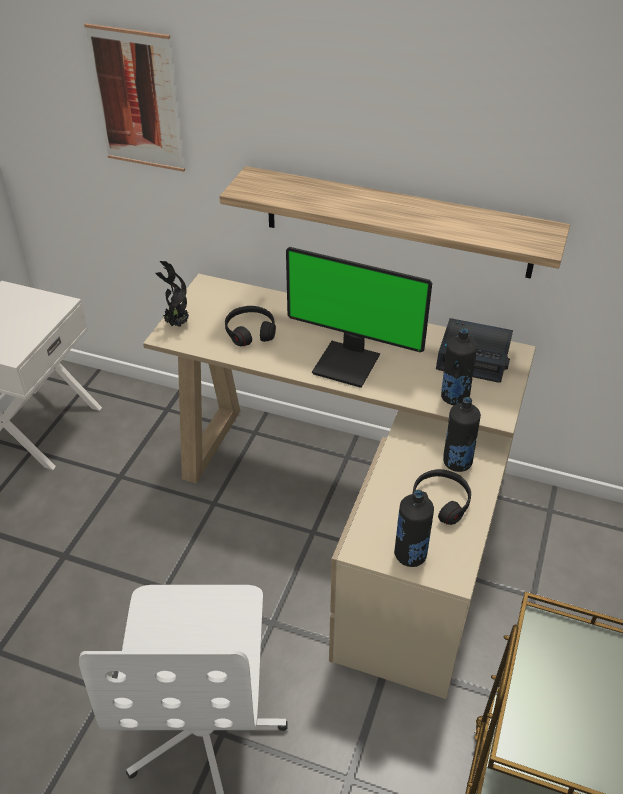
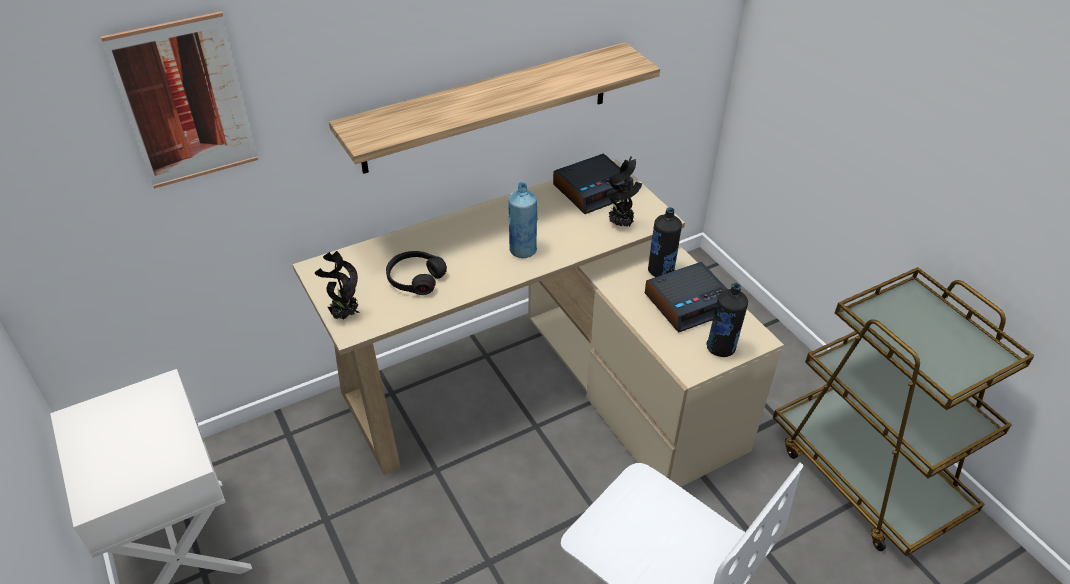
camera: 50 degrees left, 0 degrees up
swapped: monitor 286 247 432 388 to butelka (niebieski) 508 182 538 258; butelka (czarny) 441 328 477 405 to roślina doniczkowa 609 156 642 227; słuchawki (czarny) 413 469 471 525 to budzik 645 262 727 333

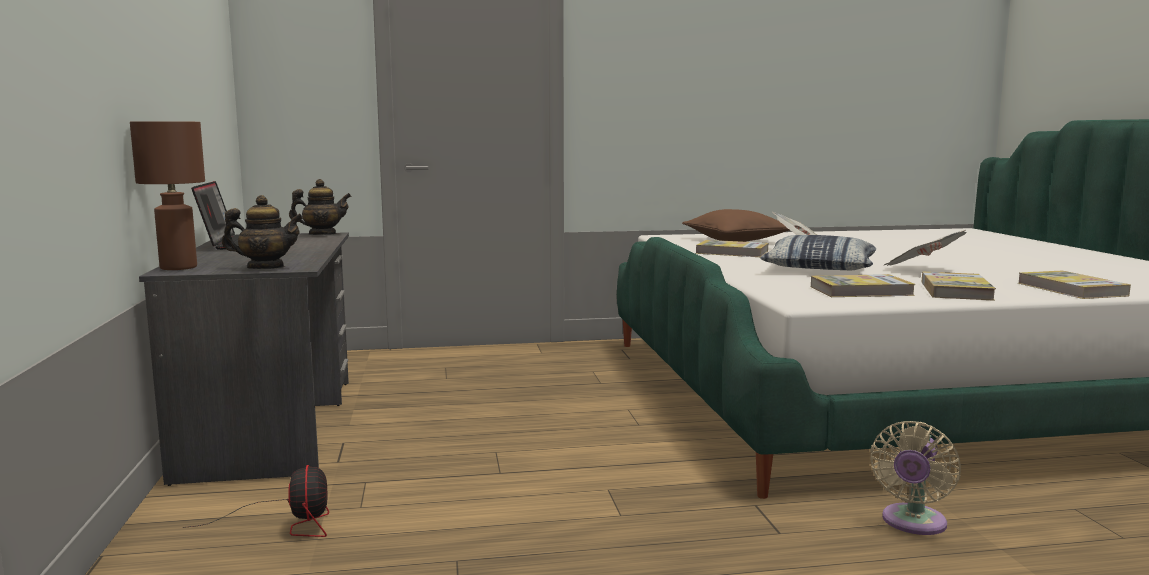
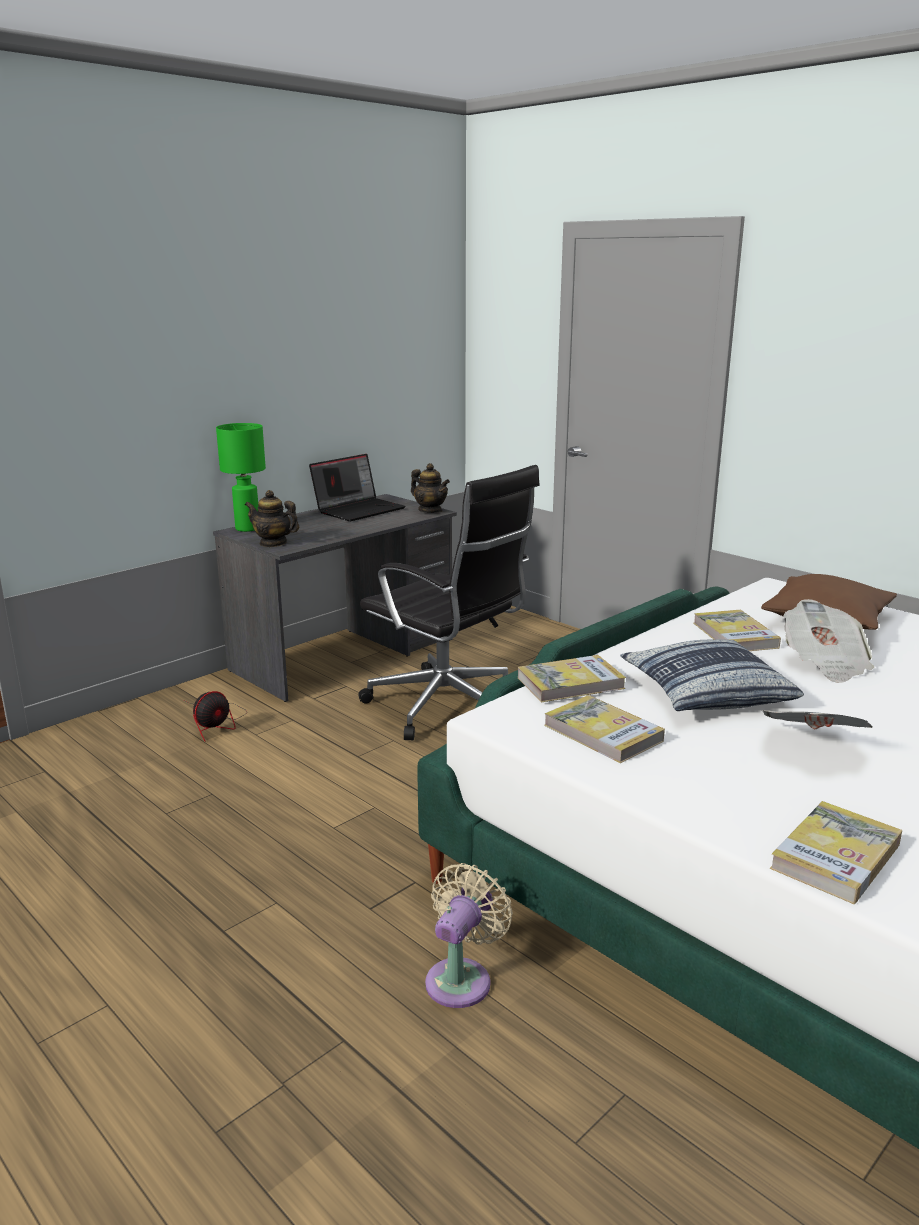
camera: 55 degrees right, 10 degrees up
new: krzesło biurowe (czarny) 359 465 540 740
shifted: książka 921 272 996 301 to 518 655 626 702
repainted: lampa stołowa (brązowy) 130 121 205 270 to lampa stołowa (zielony) 216 423 266 532
rotated: imbryk 222 195 303 269 = 245 490 299 547 150 degrees clockwise; wentylator (beżowy) 870 421 961 535 = 425 863 513 1008 120 degrees clockwise

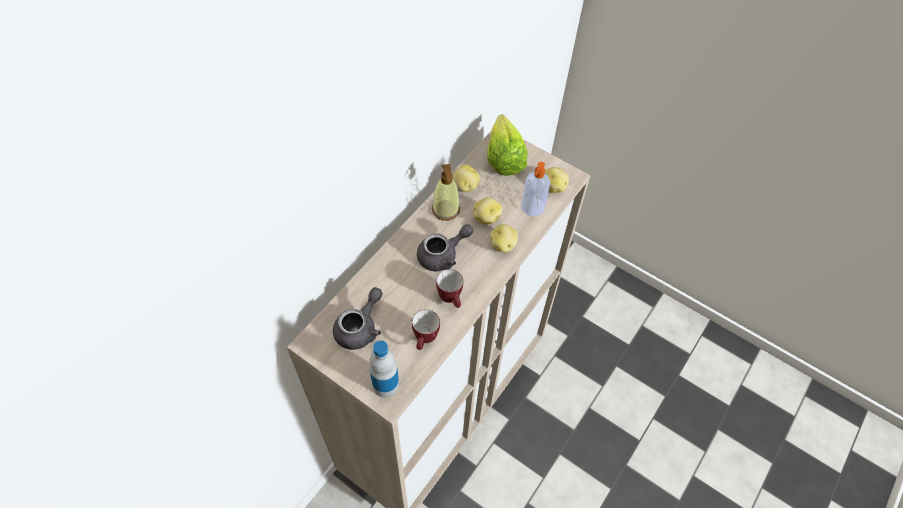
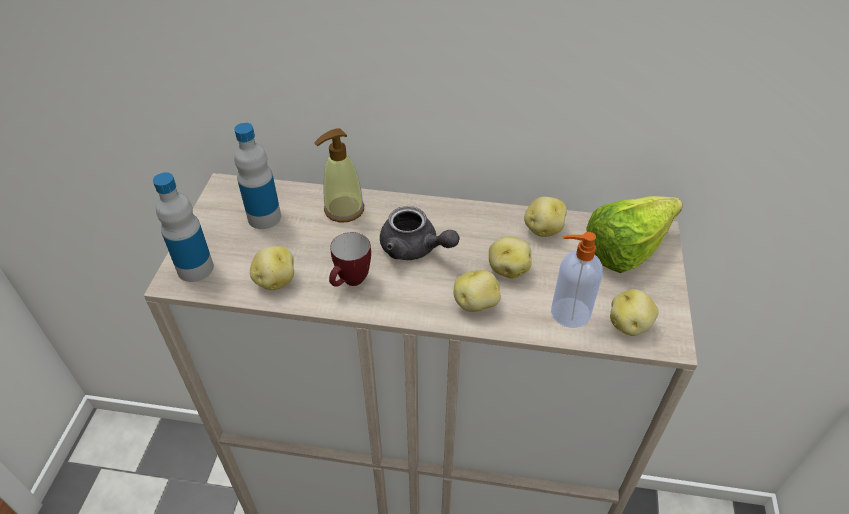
camera: 65 degrees right, 10 degrees down
shifted: dozownik mydła 432 164 460 221 to 314 128 364 222
swapped: imbryk (szary) 333 287 383 350 to butelka 234 123 281 229; kubek 412 309 440 350 to ziemniak 250 246 294 290

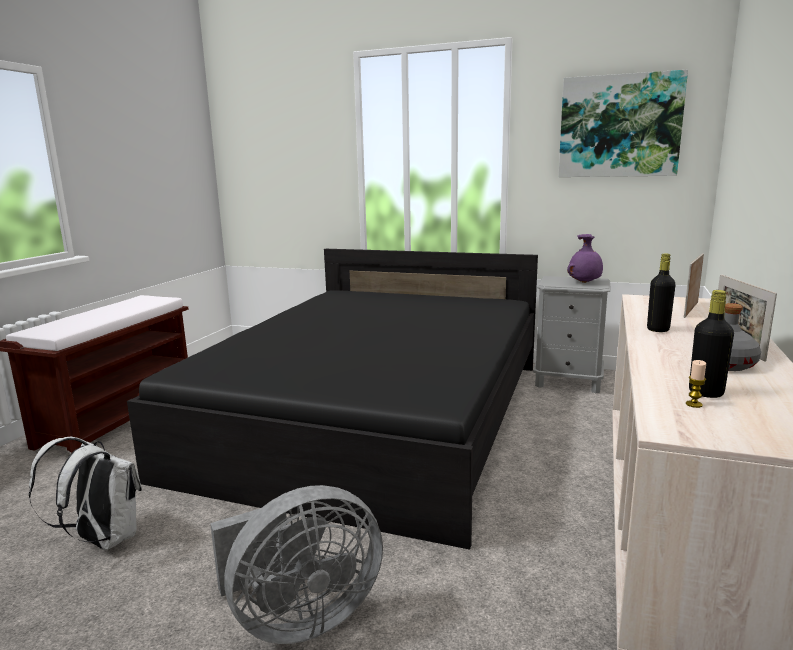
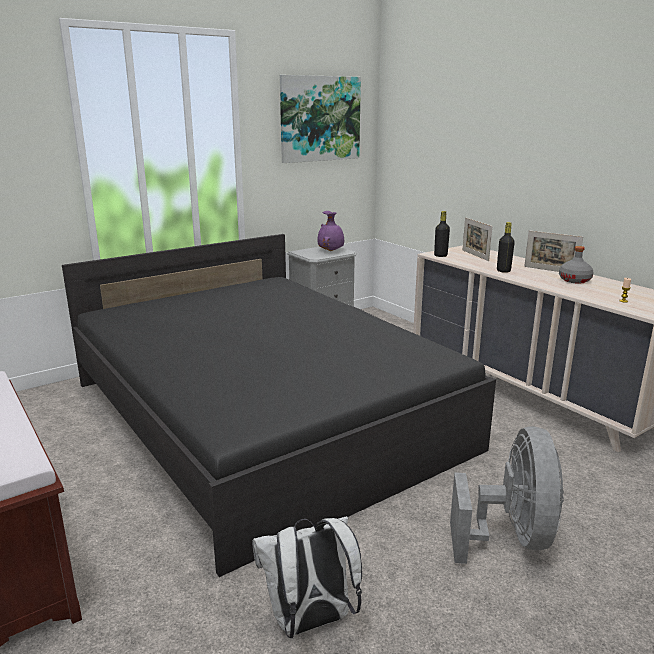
camera: 55 degrees left, 5 degrees up
shifted: butelka (czarny) 689 290 734 398 to 434 211 450 257

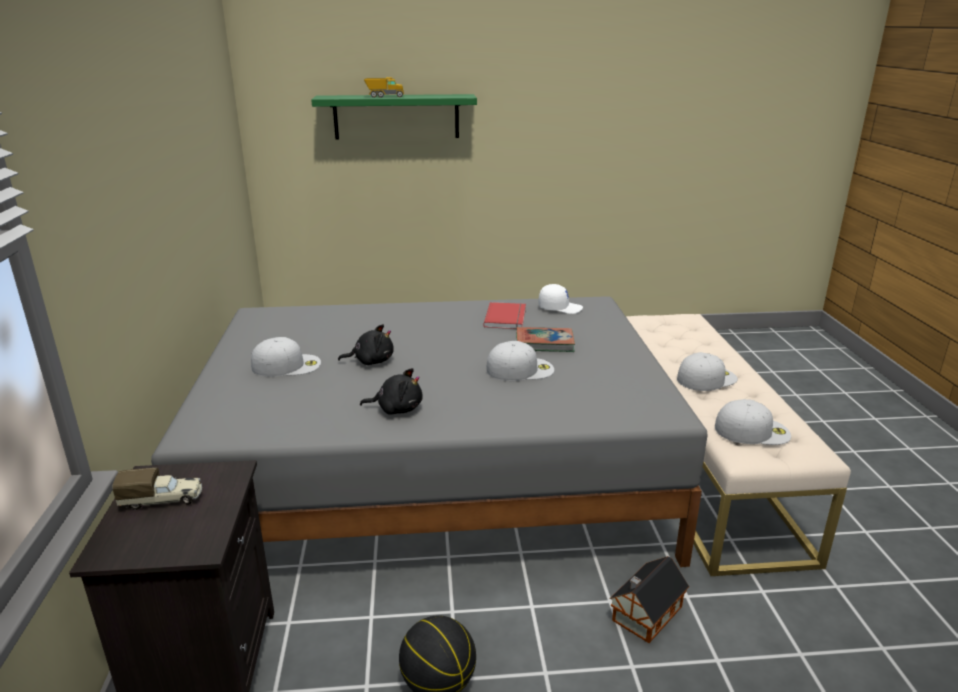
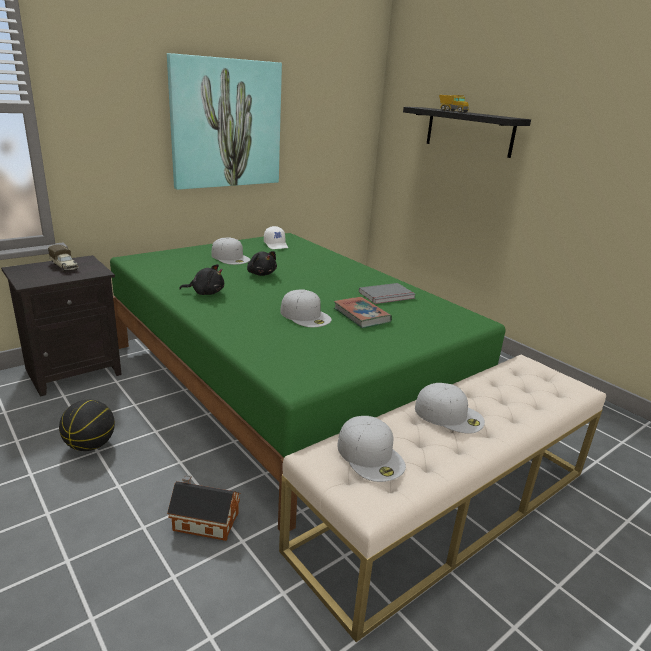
camera: 55 degrees right, 0 degrees up
new: obraz 167 53 282 190
shifted: czapka z daszkiem (biały) 539 284 583 314 to 264 226 288 249
repainted: półka (zielony) 311 94 477 140 to półka (czarny) 403 107 531 158; łóżko (szary) 151 296 707 567 to łóżko (zielony) 110 233 505 531; książka (czerwony) 484 302 526 329 to książka (szary) 359 283 416 304
rotated: pluszak (czarny) 360 368 423 415 = 179 264 224 295 60 degrees counterclockwise

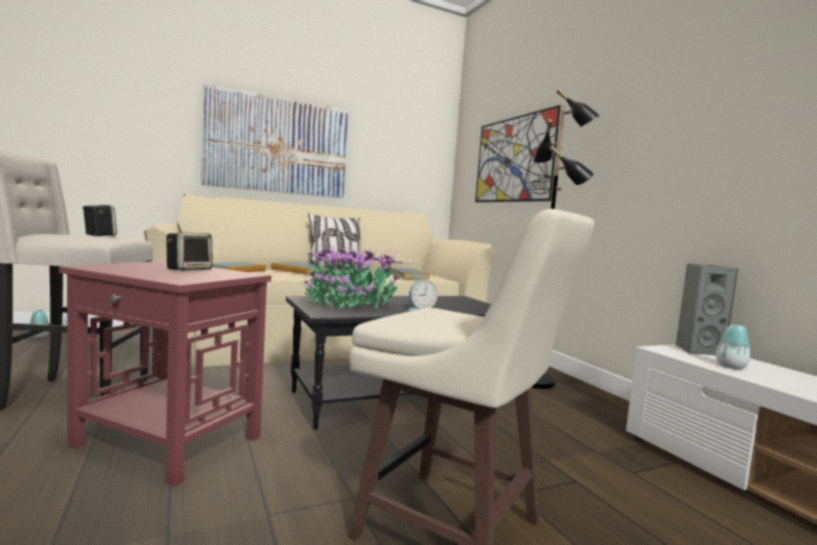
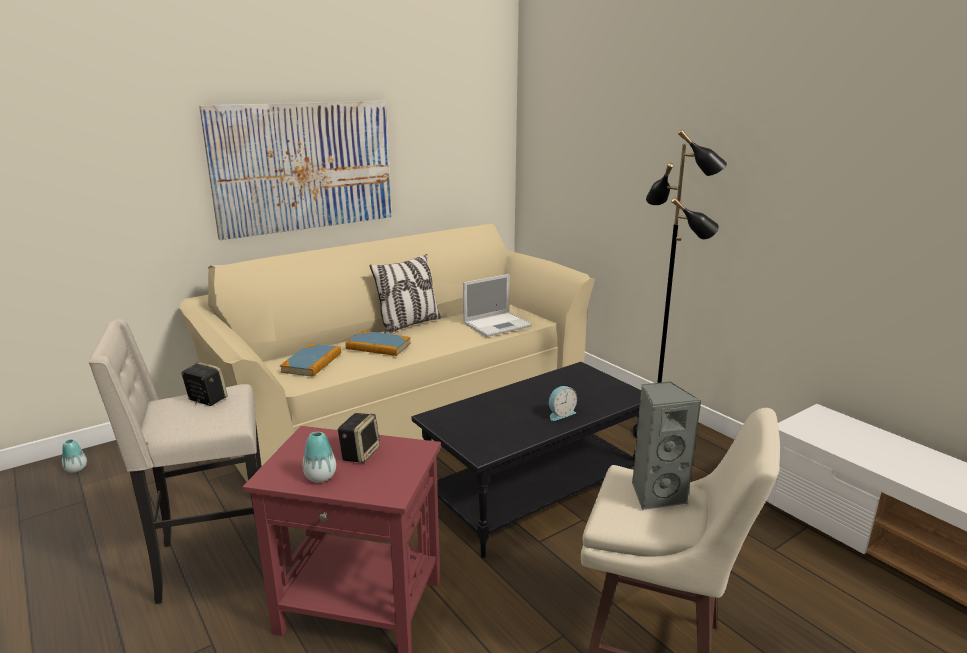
camera: 10 degrees left, 15 degrees up
gone: obraz 475 105 561 202; roślina doniczkowa 304 243 403 310
shifted: głośnik (szary) 676 263 738 355 to 632 381 701 510; wazon 716 324 750 369 to 303 432 336 482
swapped: książka 391 268 430 280 to laptop 463 274 532 337

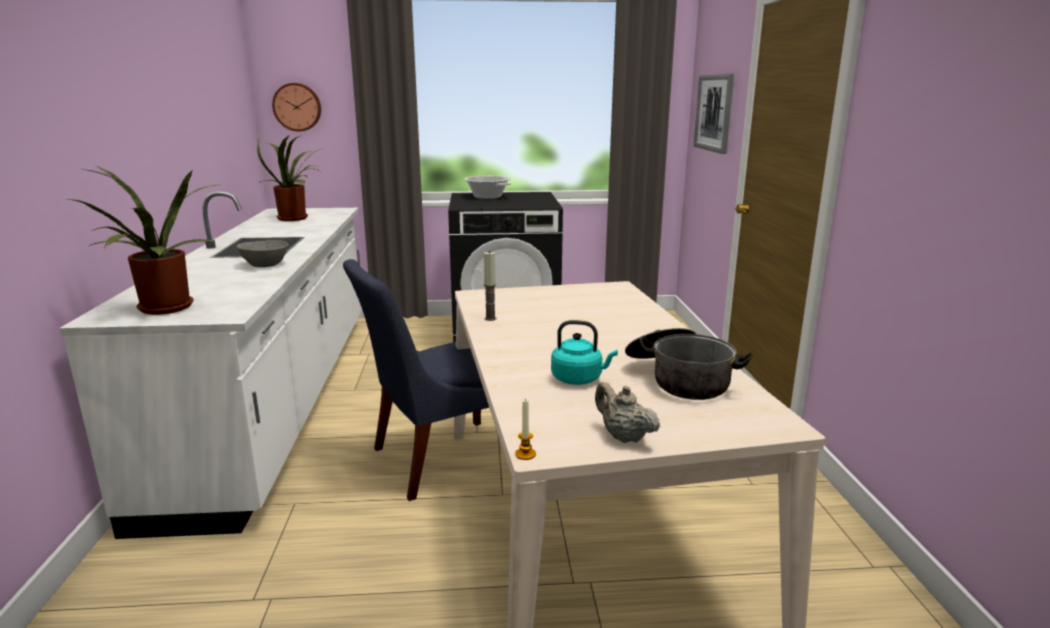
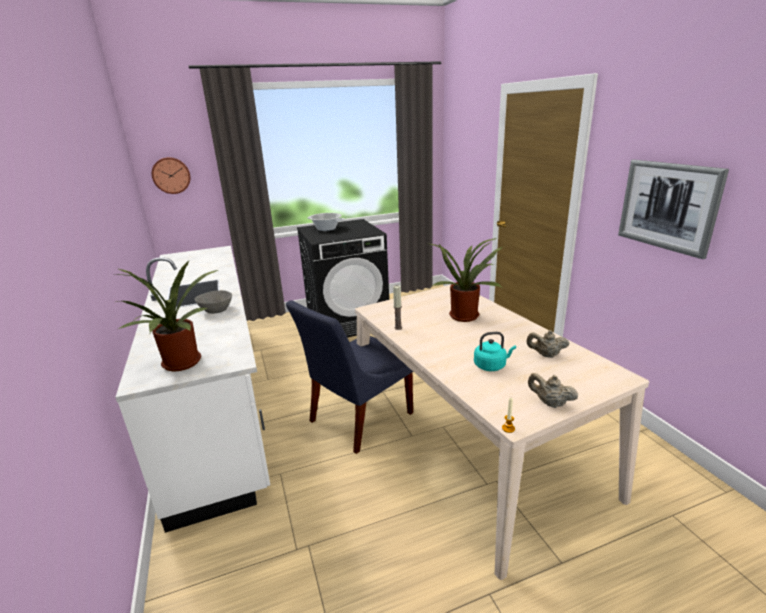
camera: 15 degrees left, 5 degrees up
shifted: obraz 694 74 734 154 to 618 160 729 259; roślina doniczkowa 257 136 323 221 to 430 238 503 322
swapped: garnek 625 328 753 400 to imbryk (beżowy) 527 330 569 358

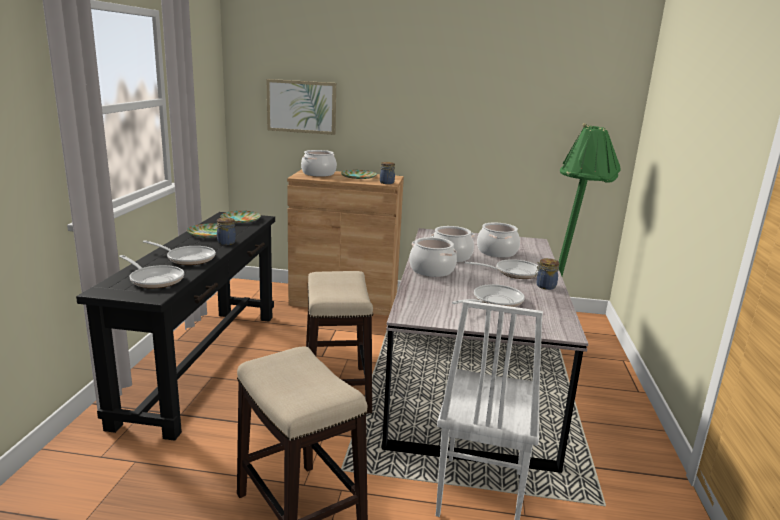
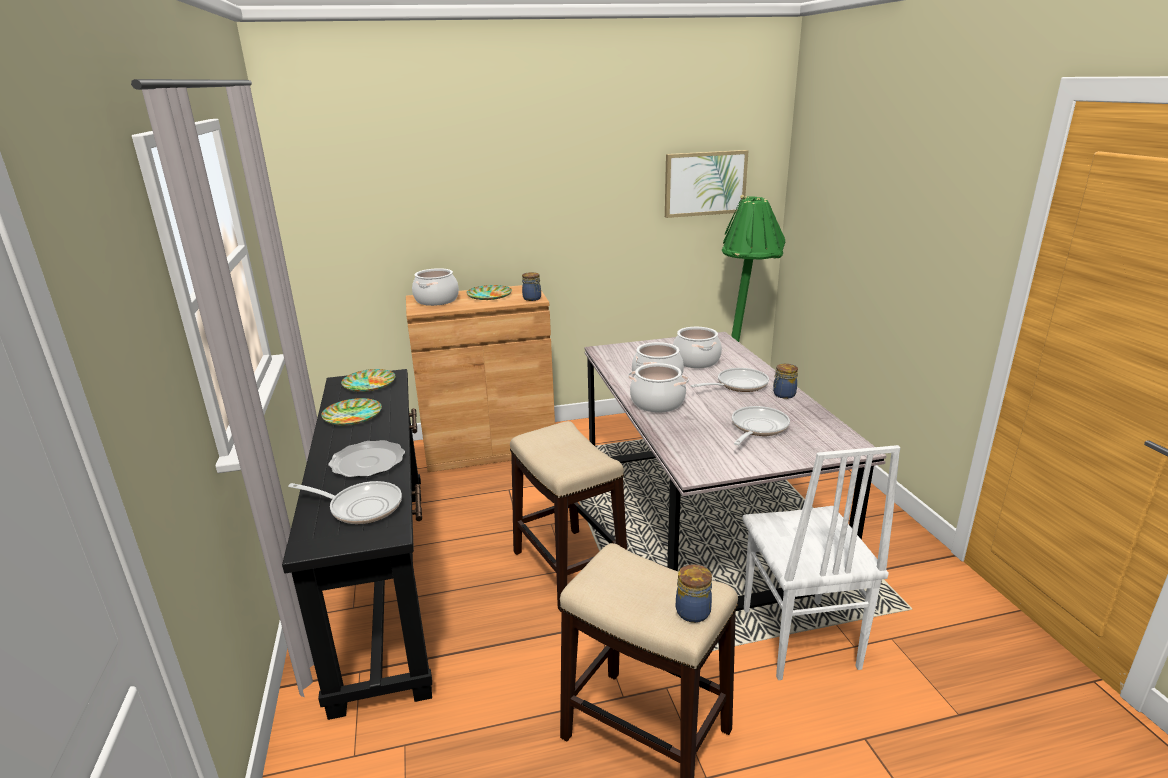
camera: 20 degrees left, 5 degrees up
shifted: obraz 266 79 336 135 to 665 150 749 218; słoik 217 217 236 245 to 676 564 712 623
swapped: patelnia 143 240 216 265 to talerz 328 440 405 478

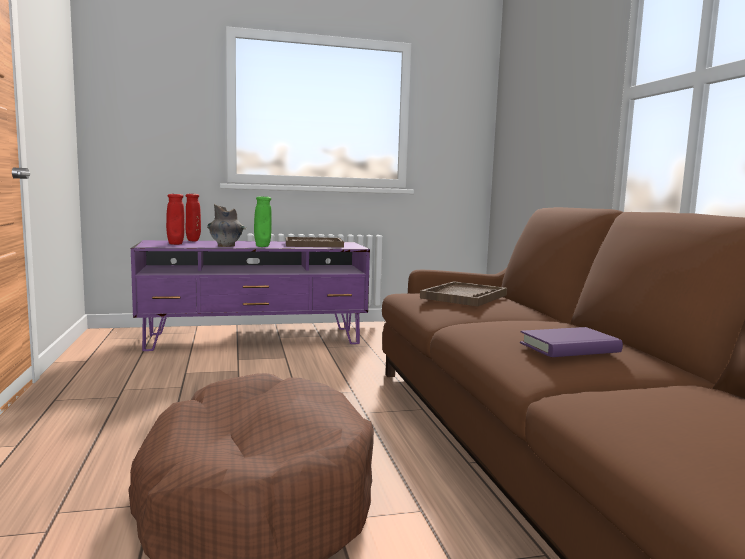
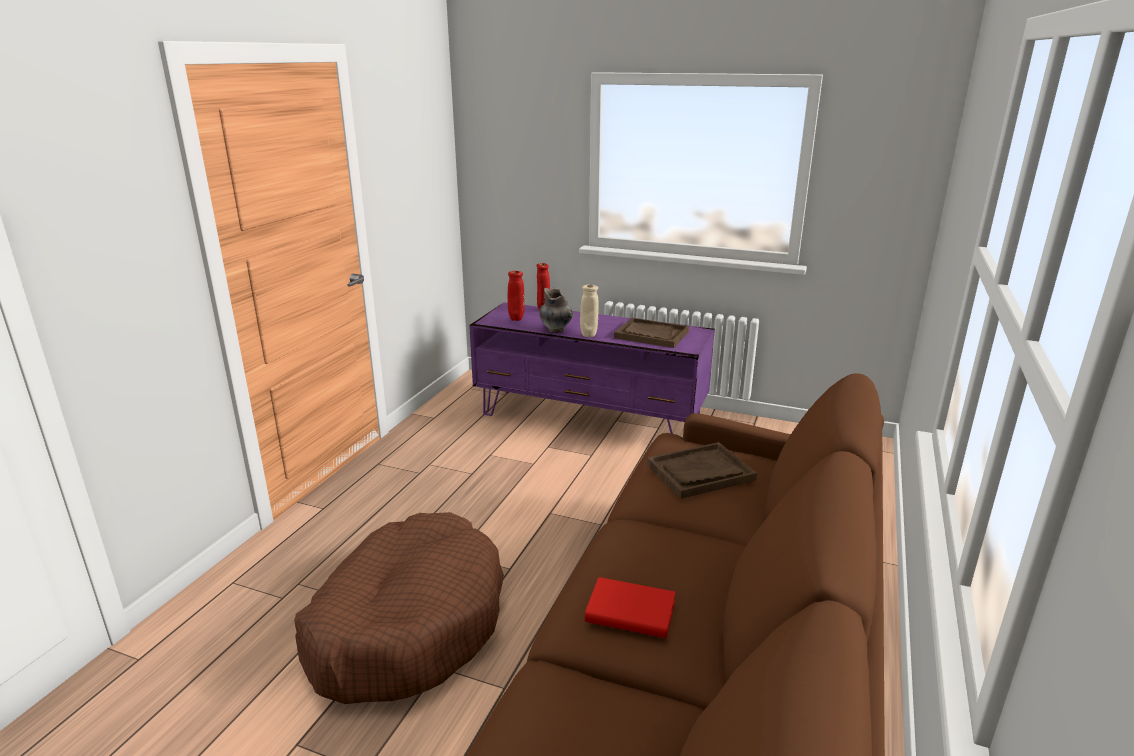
camera: 35 degrees right, 15 degrees up
repainted: wazon (zielony) 254 196 272 247 to wazon (beżowy) 580 285 599 337; książka (fioletowy) 520 327 623 357 to książka (czerwony) 585 577 676 638

